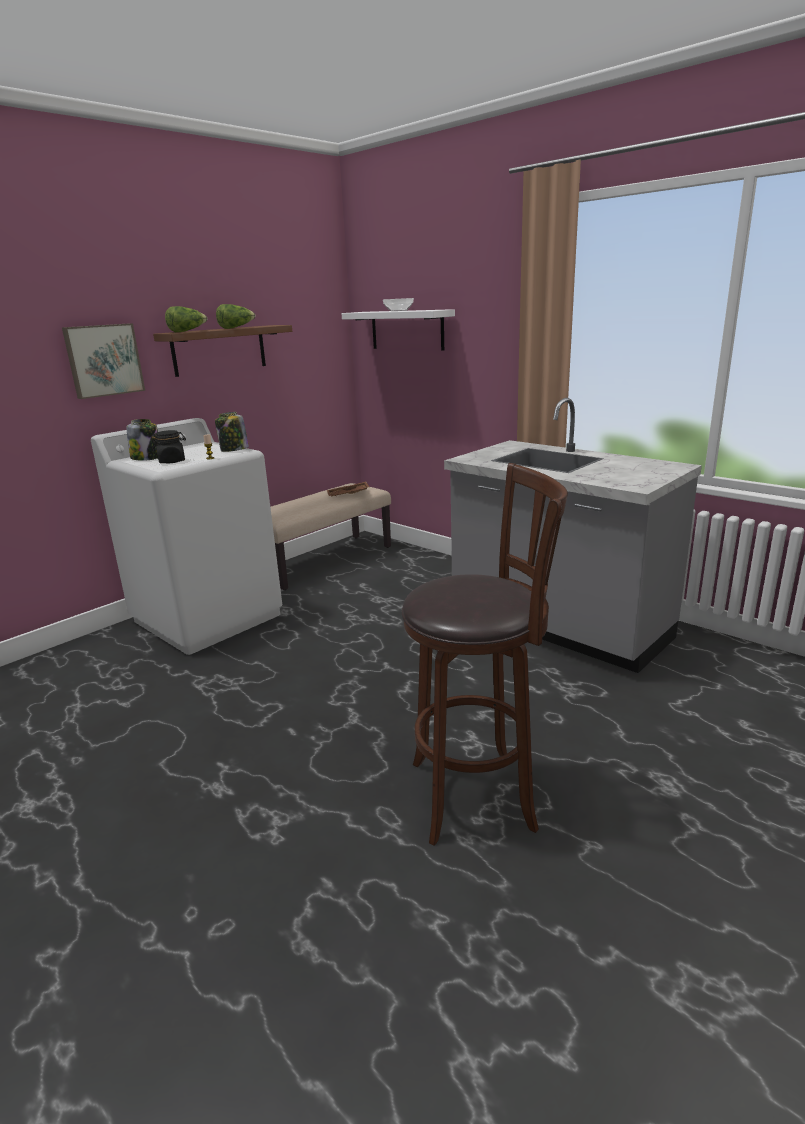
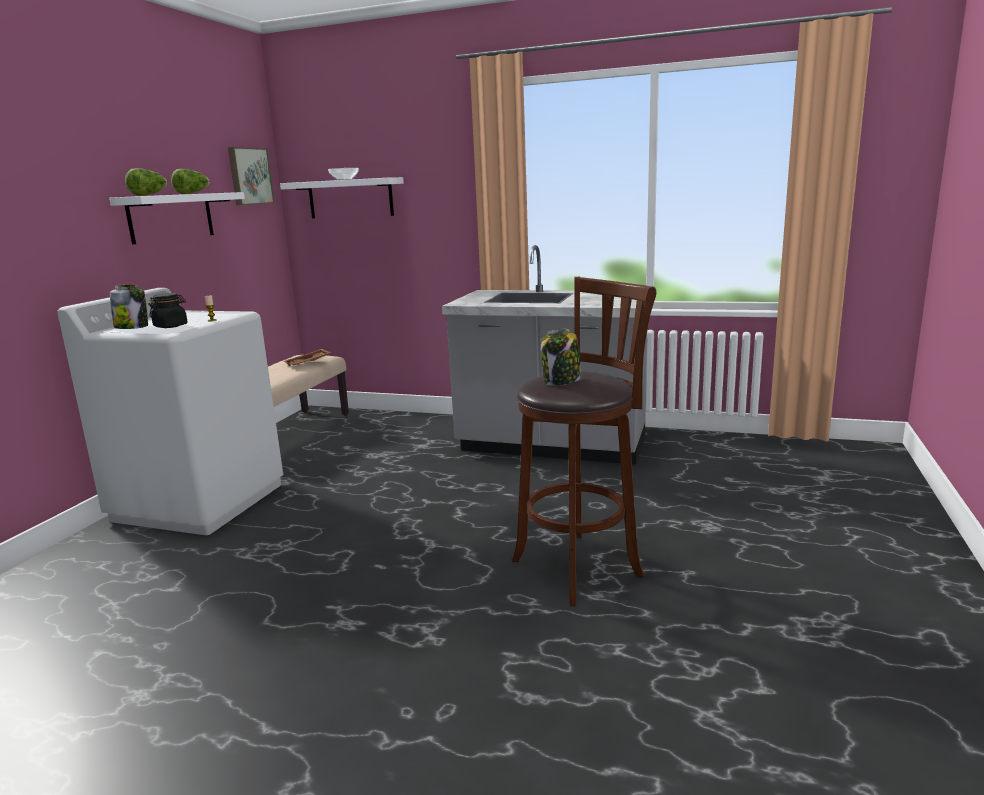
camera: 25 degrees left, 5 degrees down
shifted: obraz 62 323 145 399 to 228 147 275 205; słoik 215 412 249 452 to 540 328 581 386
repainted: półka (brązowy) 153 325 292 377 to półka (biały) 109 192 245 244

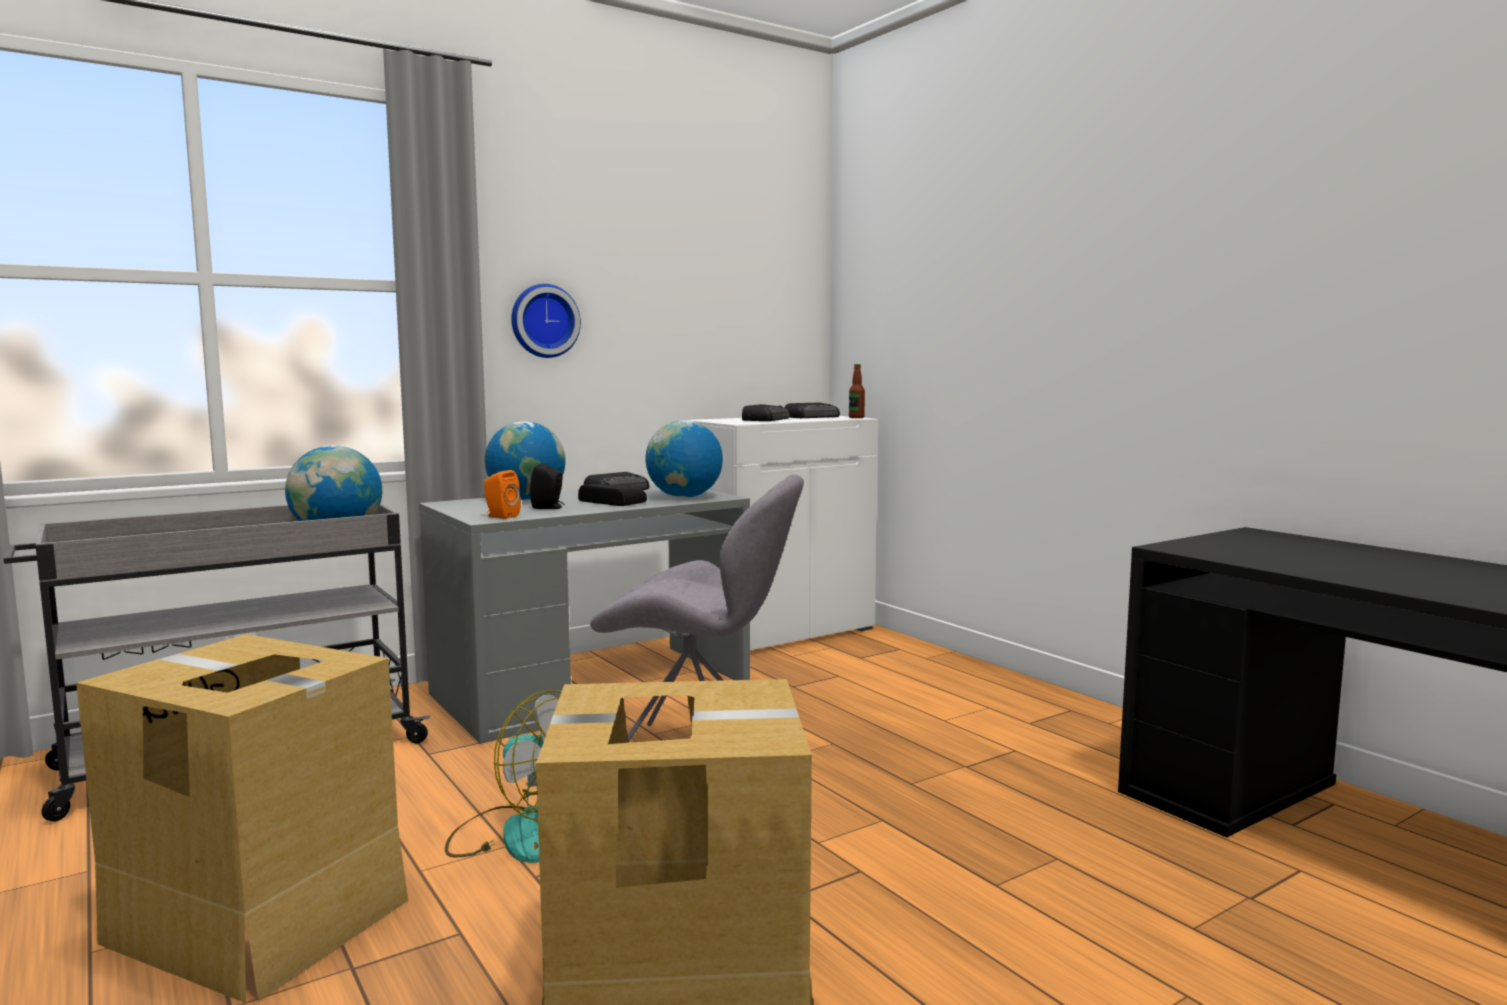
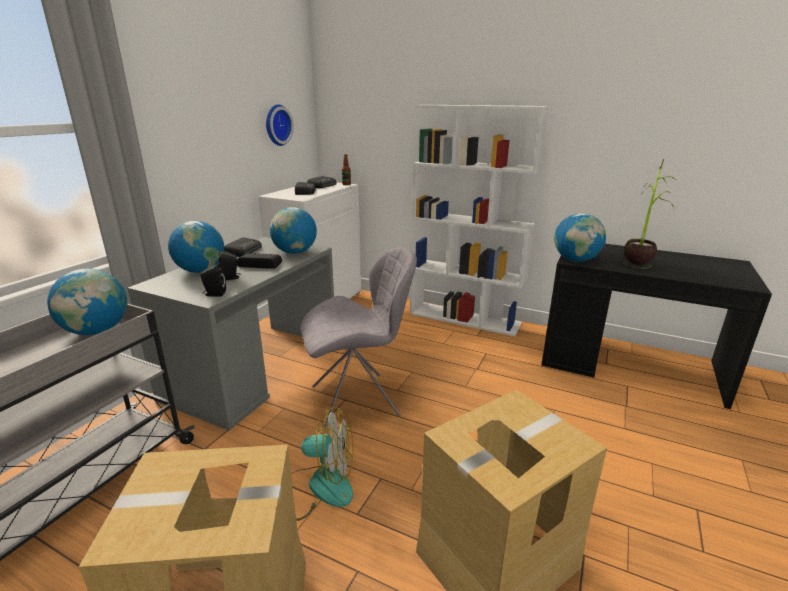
camera: 30 degrees left, 15 degrees up
new: regał (biały) 410 105 549 336; roślina doniczkowa 623 159 676 269; globus 554 213 606 262
shifted: zegar ścienny 511 284 581 358 to 266 104 294 146
repainted: głośnik (pomarańczowy) 484 470 521 519 to głośnik (czarny) 201 264 226 297

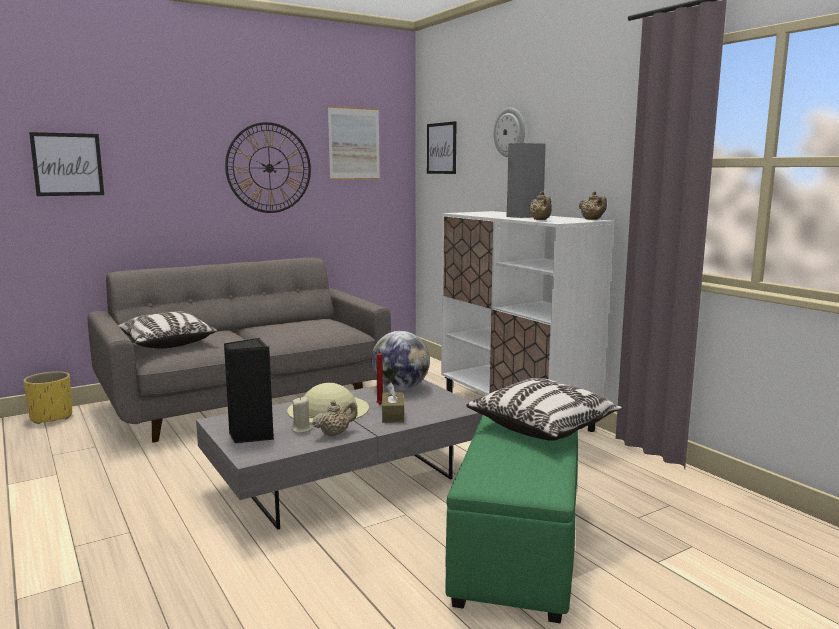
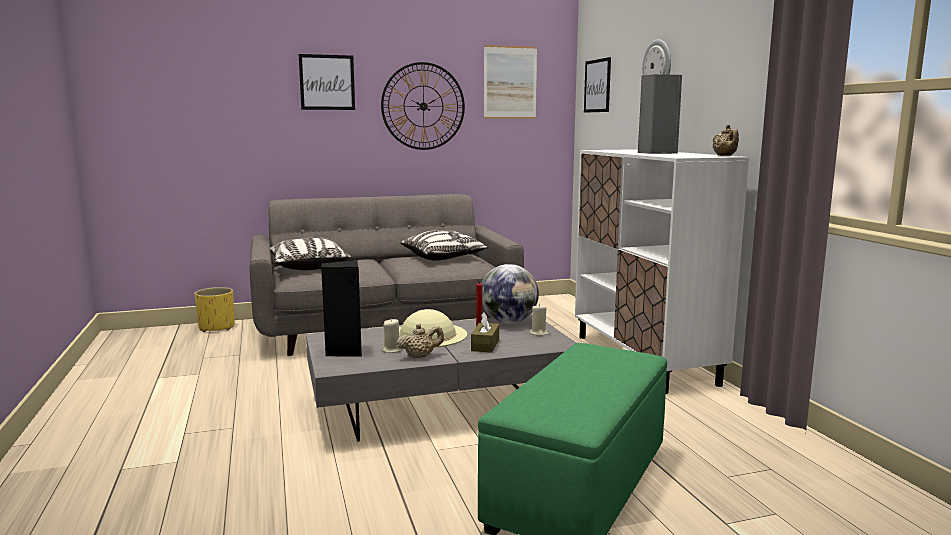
camera: 15 degrees right, 0 degrees up
gone: imbryk (beżowy) 529 191 552 220
new: świeca (beżowy) 530 304 549 336
shifted: obraz 29 132 104 196 to 299 54 355 110; poduszka 466 378 623 441 to 401 230 488 261

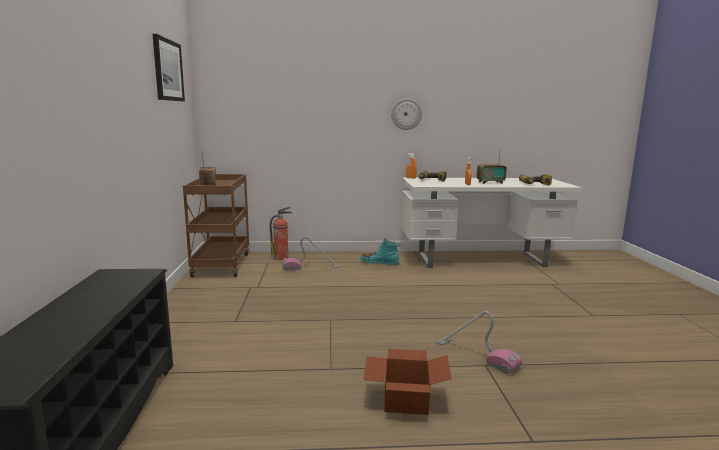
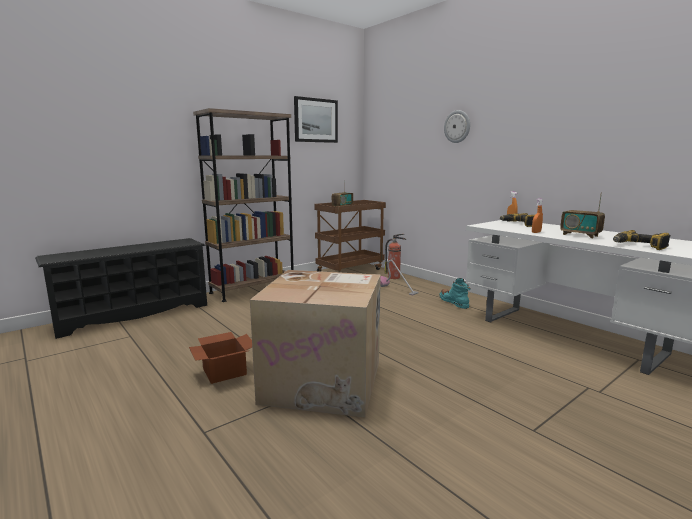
camera: 55 degrees right, 0 degrees up
new: regał (brązowy) 193 108 294 302
shifted: zegar ścienny 391 98 422 130 to 444 110 470 143
swapped: odkurzacz 436 311 522 374 to karton 250 270 381 418

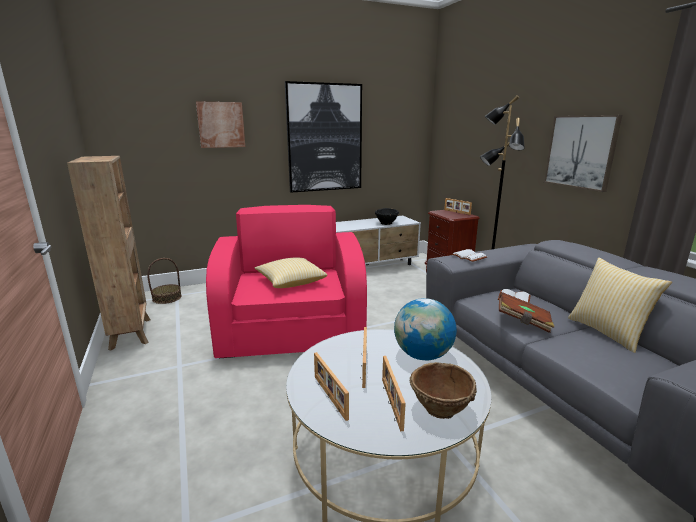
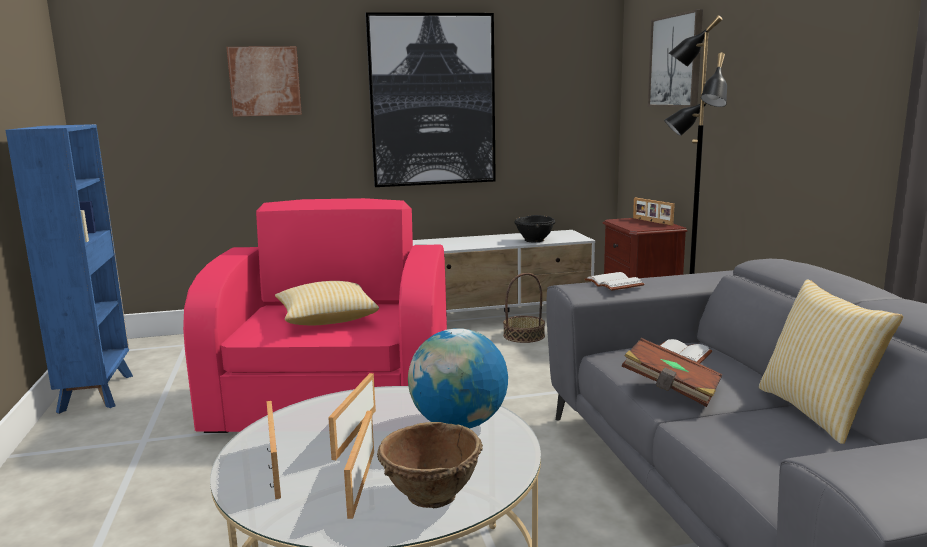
camera: 10 degrees right, 5 degrees down
shifted: obraz 544 115 622 192 to 648 9 703 107; koszyk 147 258 182 304 to 503 273 545 343
repainted: regał (brązowy) 67 156 150 350 to regał (niebieski) 6 124 133 414

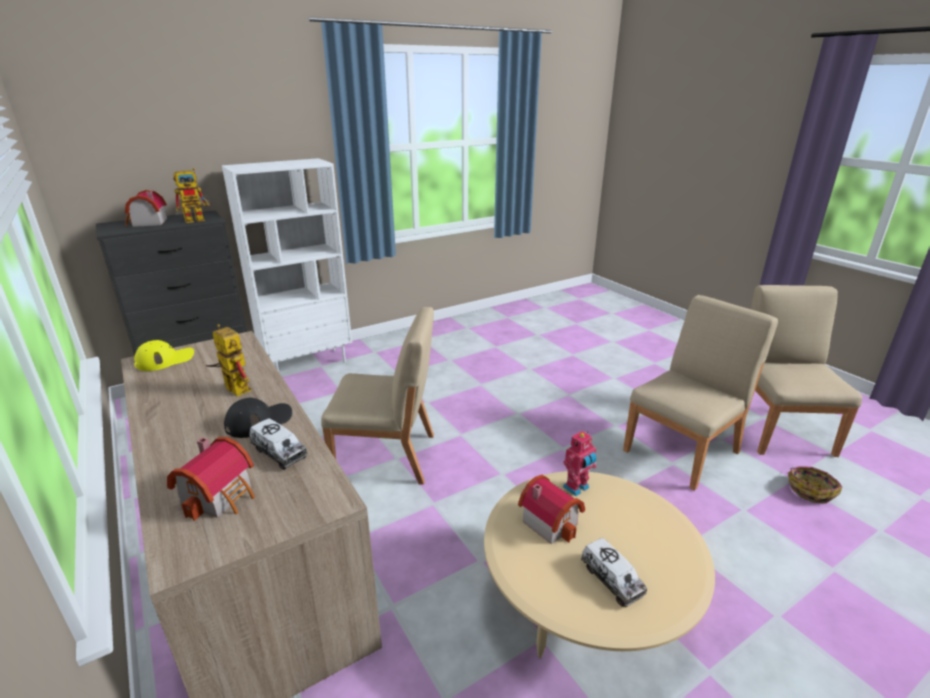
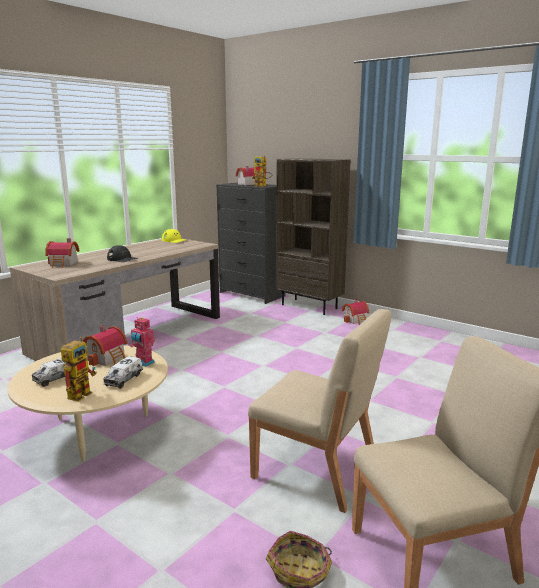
camera: 70 degrees right, 10 degrees down
gone: krzesło (beżowy) 321 307 434 485
new: domek 342 299 369 325
shifted: robot zabawkowy 206 324 252 397 to 61 337 97 402; ciężarówka zabawkowa 249 418 307 470 to 103 356 143 389
repainted: regał (biały) 222 158 352 371 to regał (brązowy) 276 158 350 315

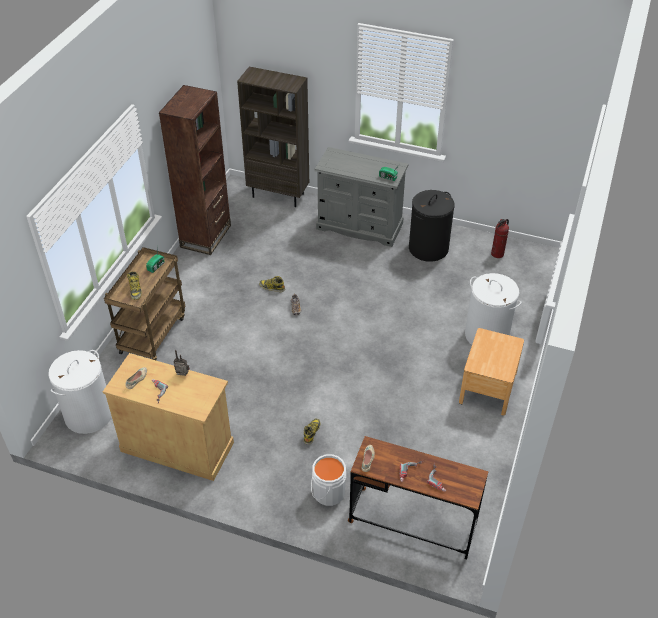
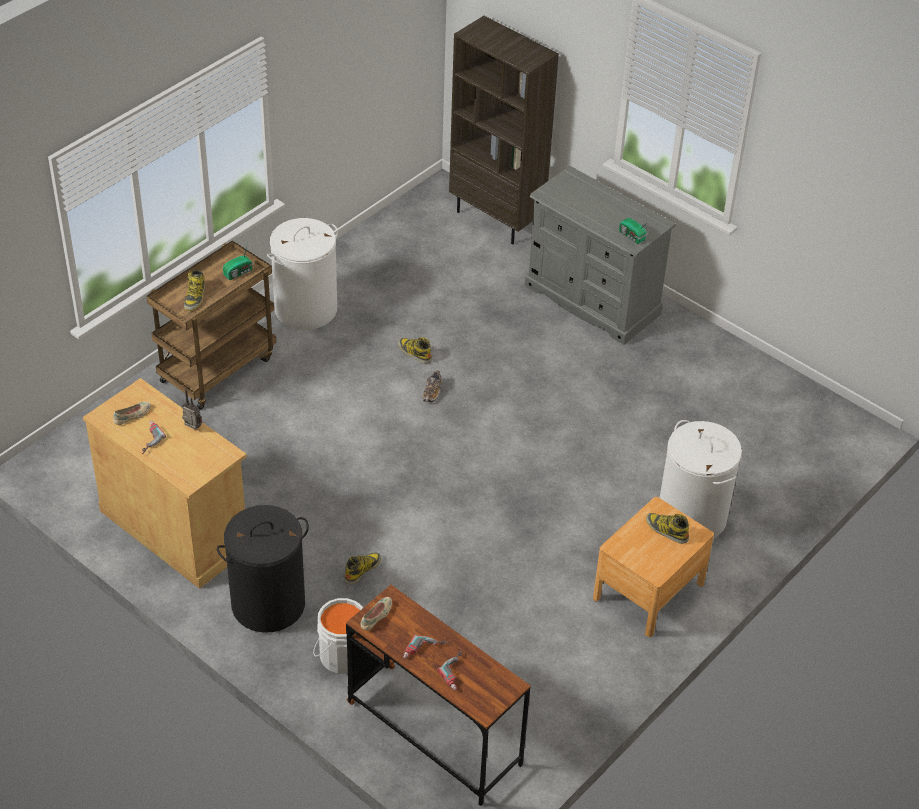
camera: 20 degrees right, 0 degrees up
gone: regał (brązowy) 159 85 231 255; gaśnica 491 219 509 258
new: but z cholewką 646 513 689 544
shifted: kosz na pranie (czarny) 409 190 455 262 to 217 505 309 633; kosz na pranie (biały) 48 350 112 434 to 267 218 338 330

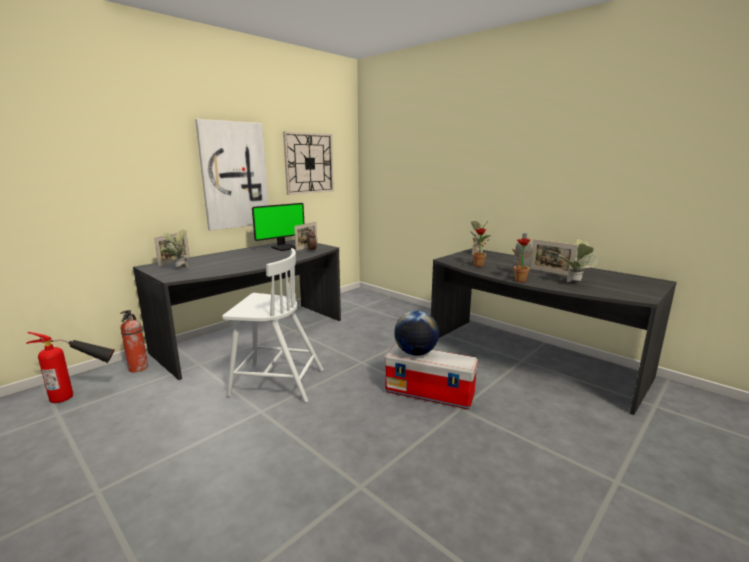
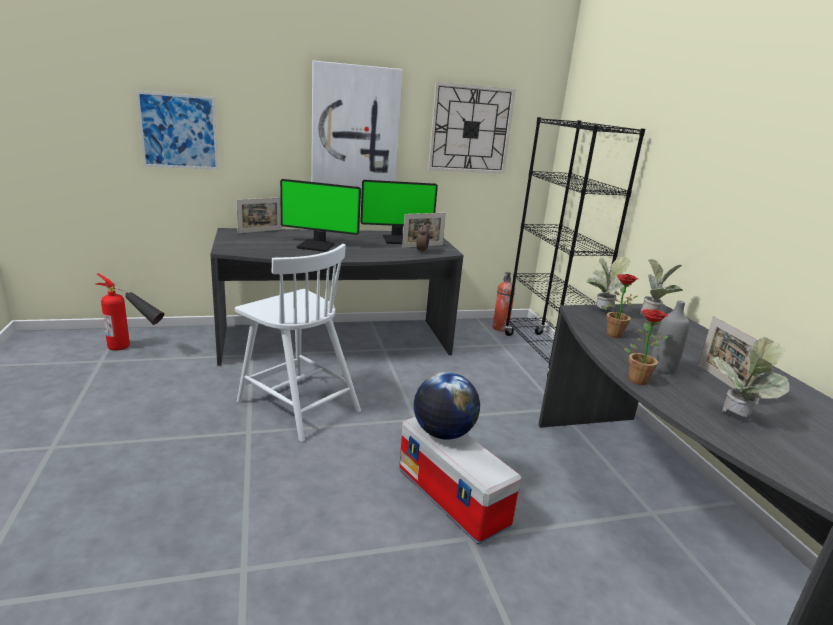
camera: 30 degrees right, 5 degrees up
new: obraz 136 91 218 170; regał (czarny) 505 117 645 376; monitor 280 179 361 252
shifted: roślina doniczkowa 160 230 188 268 to 587 257 630 312; gaśnica 120 310 148 372 to 493 272 515 332

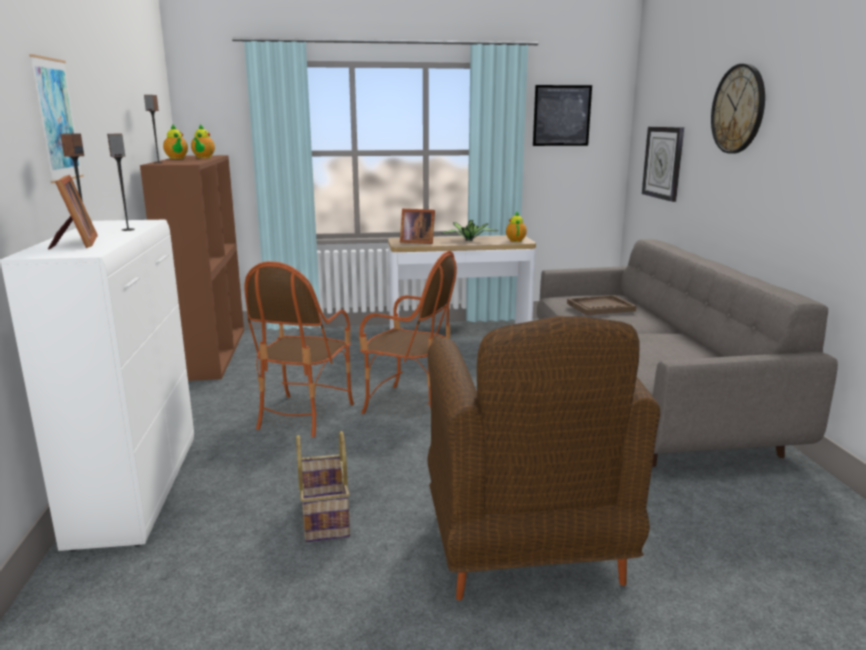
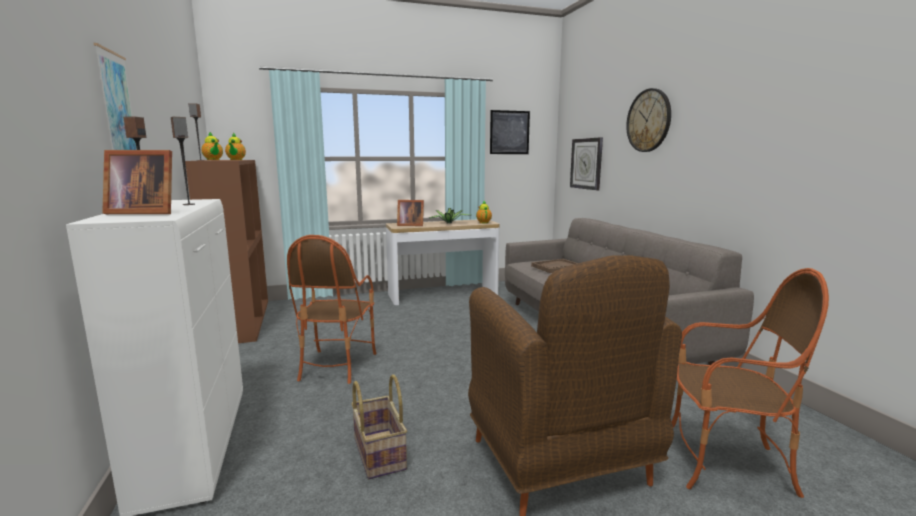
camera: 10 degrees left, 5 degrees down
shifted: fotel 359 251 457 414 to 672 268 829 498
rotated: ramka na zdjęcie 48 175 98 249 = 102 150 172 214 120 degrees clockwise

